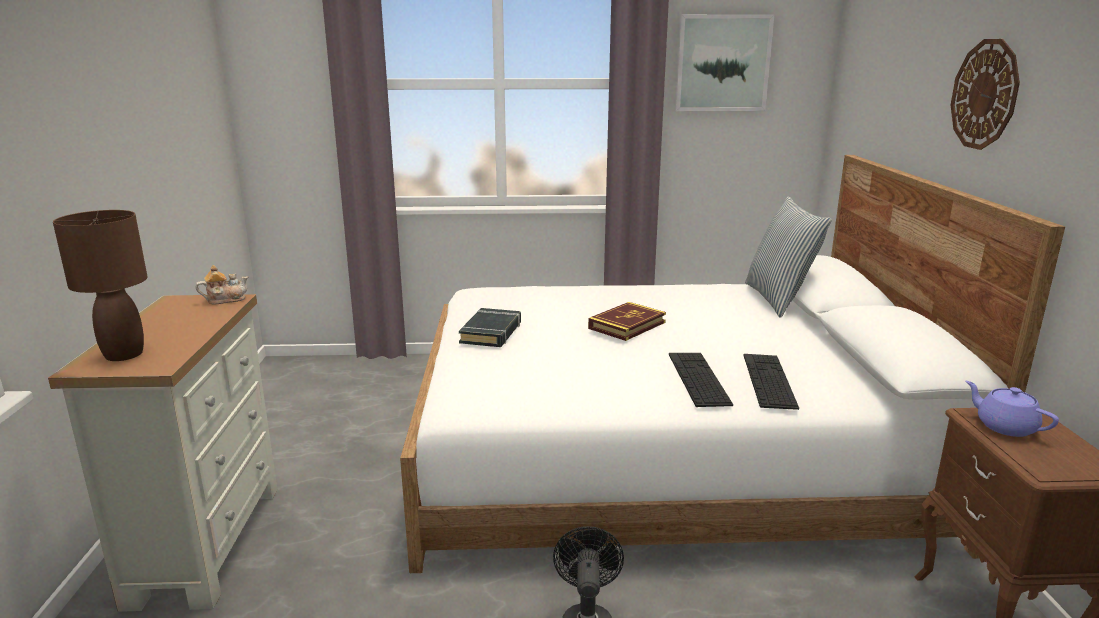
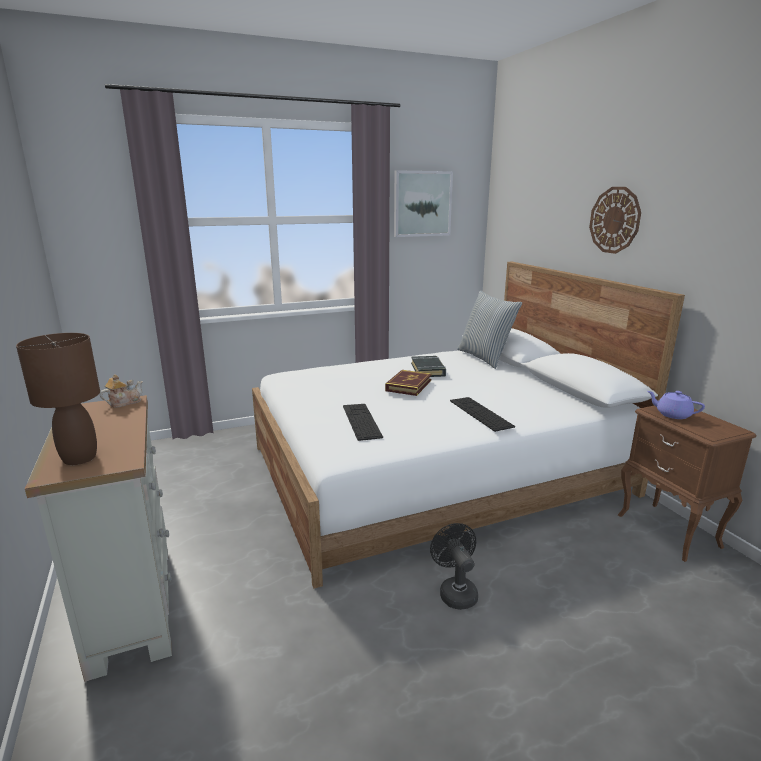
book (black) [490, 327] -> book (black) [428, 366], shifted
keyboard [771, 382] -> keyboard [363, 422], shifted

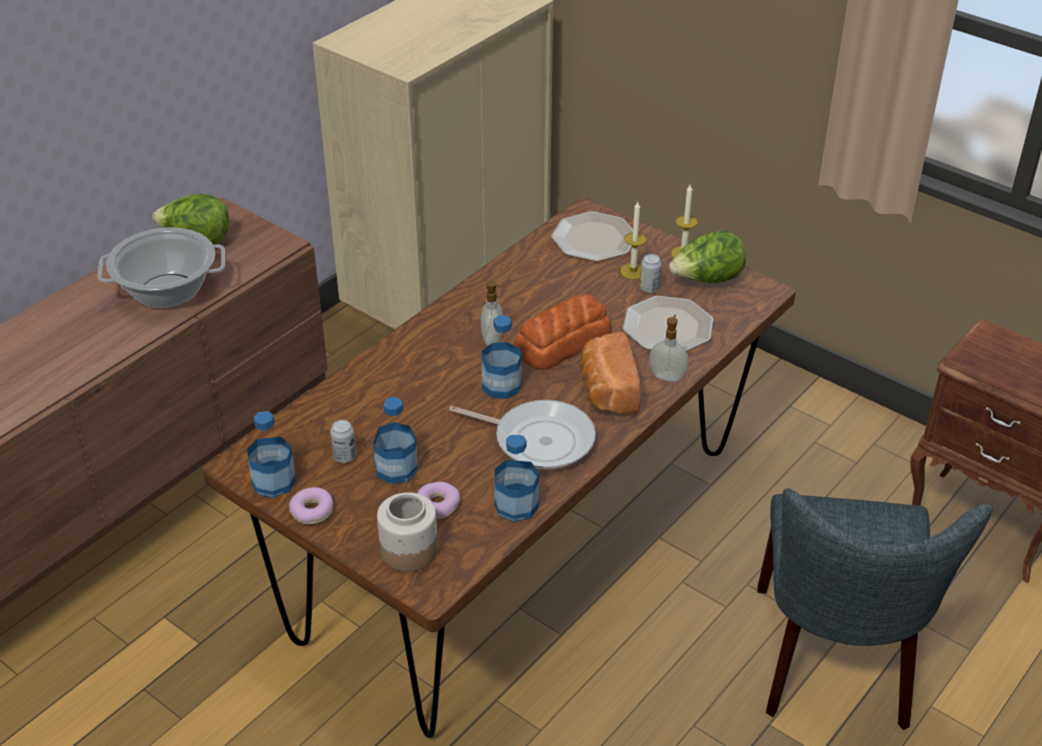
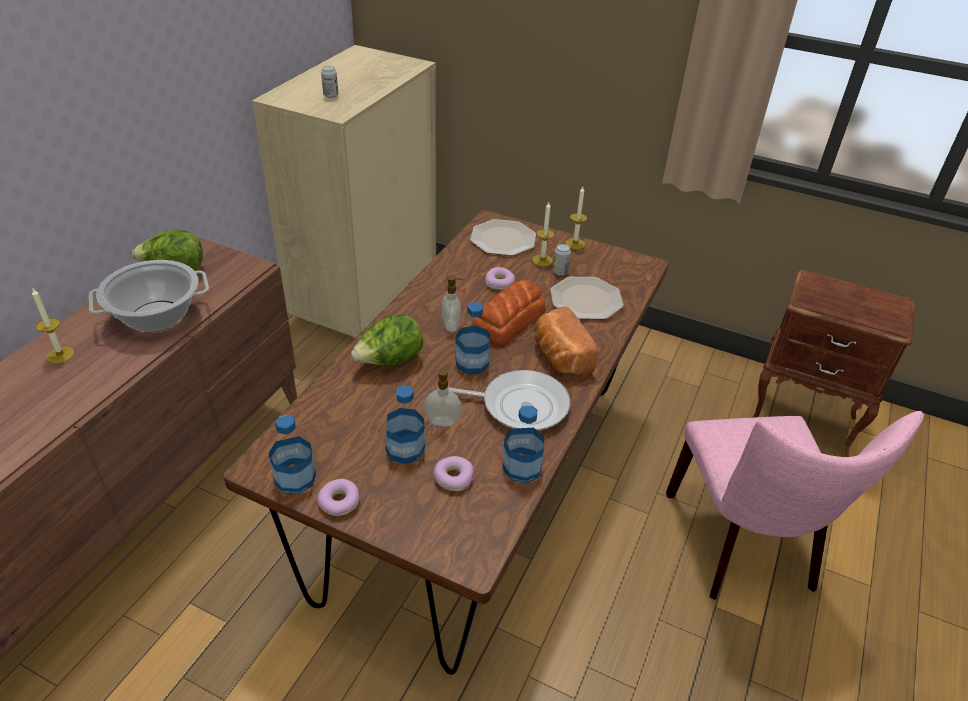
jar [407, 532] -> none
none -> candle [53, 326]
none -> donut [500, 278]
can [343, 441] -> can [329, 82], shifted
soap dispenser [669, 348] -> soap dispenser [443, 395], shifted
lettuce [707, 257] -> lettuce [387, 339], shifted
chair (grey) [875, 609] -> chair (pink) [795, 505]

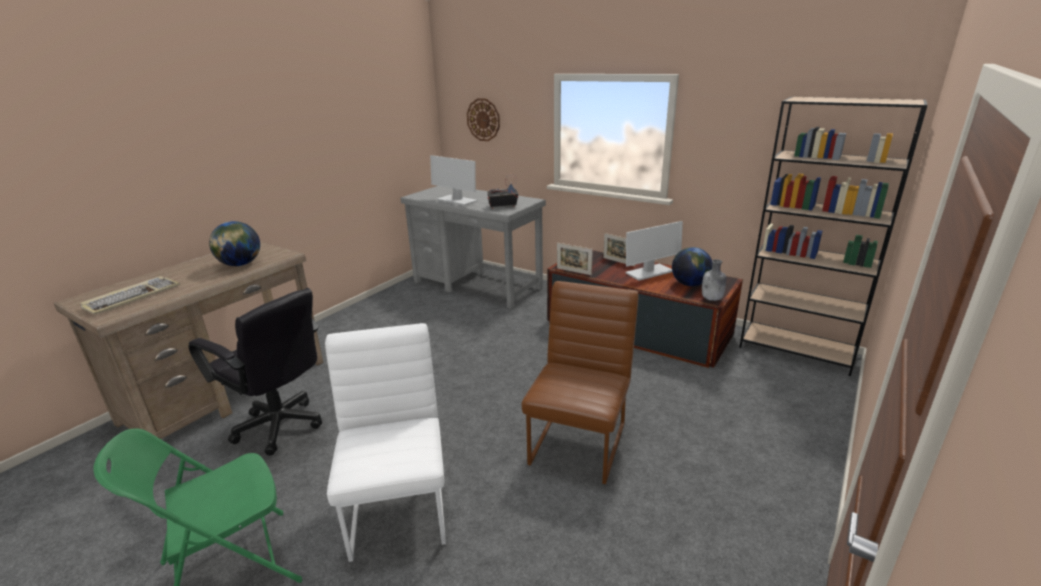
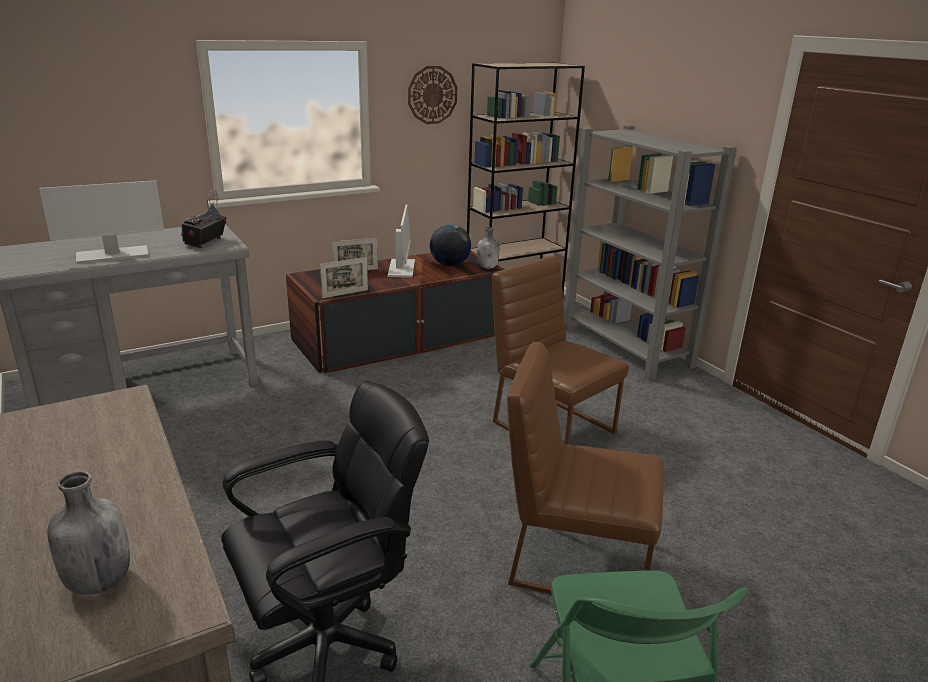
globe [234, 243] -> none
none -> bookcase (grey) [650, 253]
wall clock [483, 119] -> wall clock [432, 95], shifted
keyboard [130, 295] -> bottle (grey) [88, 533]
chair (white) [385, 442] -> chair (brown) [585, 468]

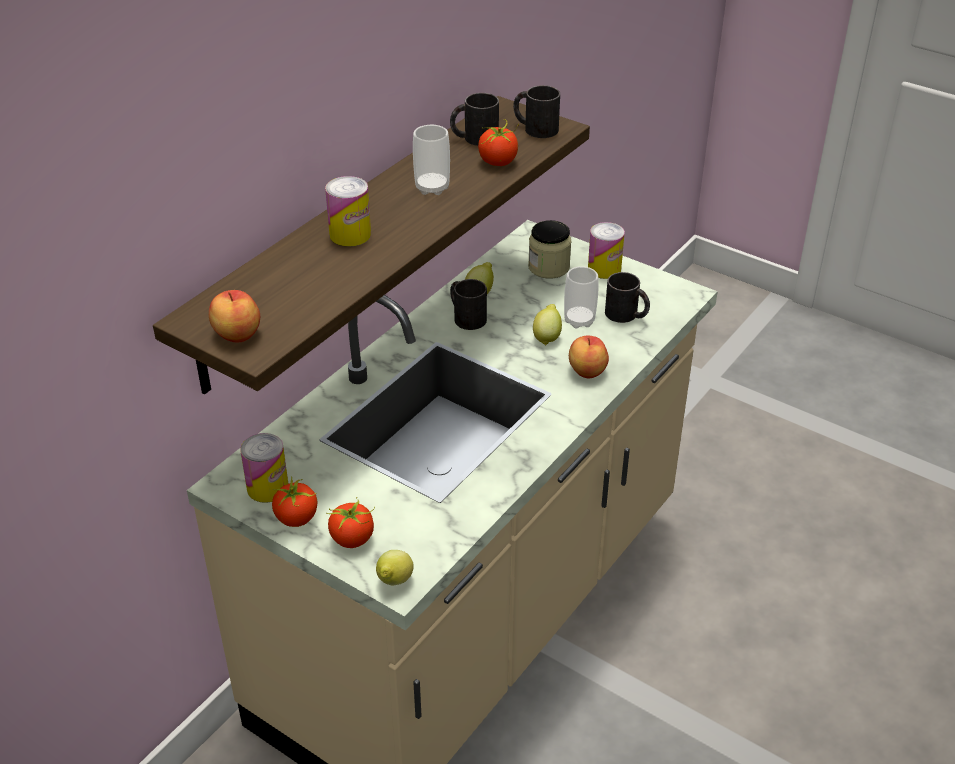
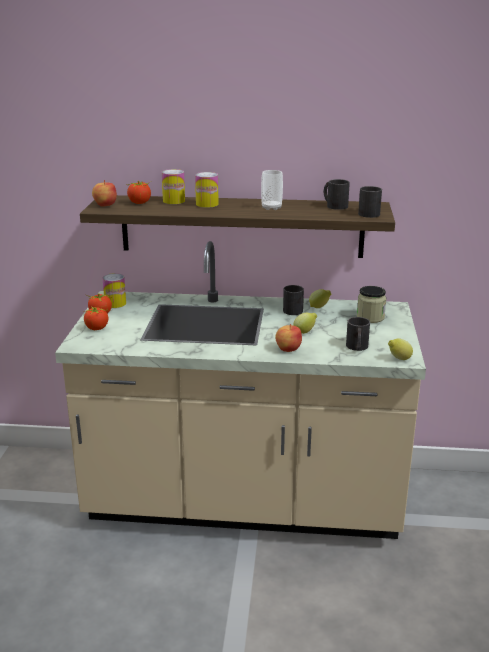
cup [581, 297] -> none
lemon [395, 567] -> lemon [400, 349], shifted
tomato [498, 142] -> tomato [139, 192], shifted
can [606, 250] -> can [173, 186], shifted

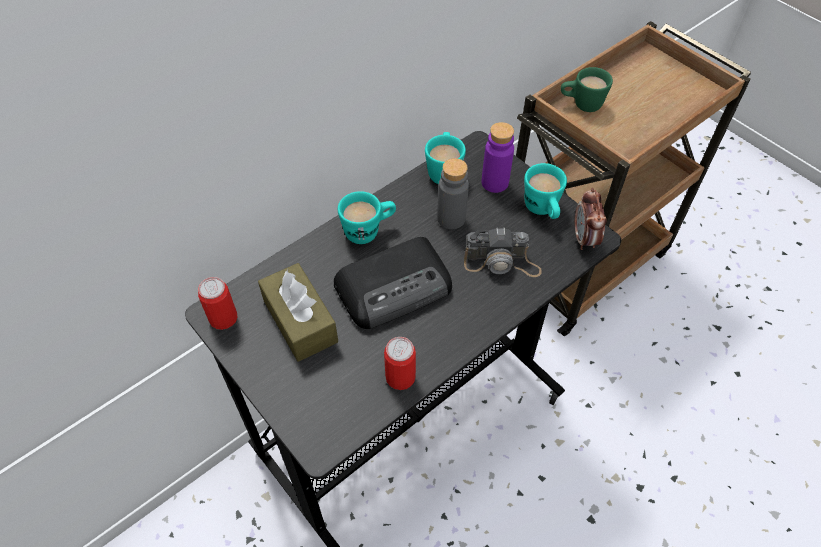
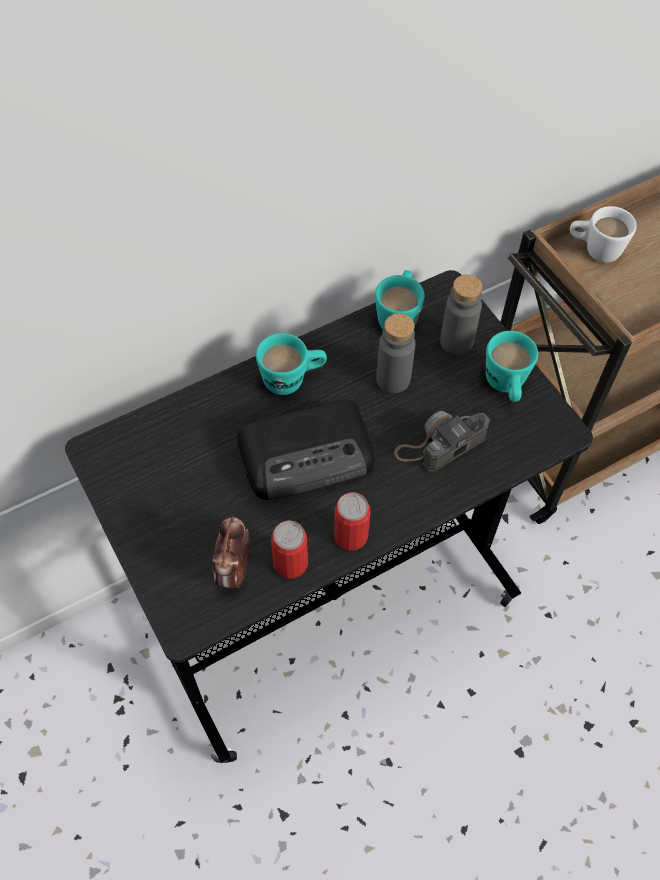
tissue box (brown) [298, 312] -> none
can [218, 303] -> can [352, 521], shifted
alarm clock [590, 219] -> alarm clock [231, 552], shifted
bottle (purple) [497, 157] -> bottle (grey) [461, 315]
mug (green) [587, 89] -> mug (white) [603, 234]
photo camera [503, 252] -> photo camera [442, 441], 135 degrees clockwise

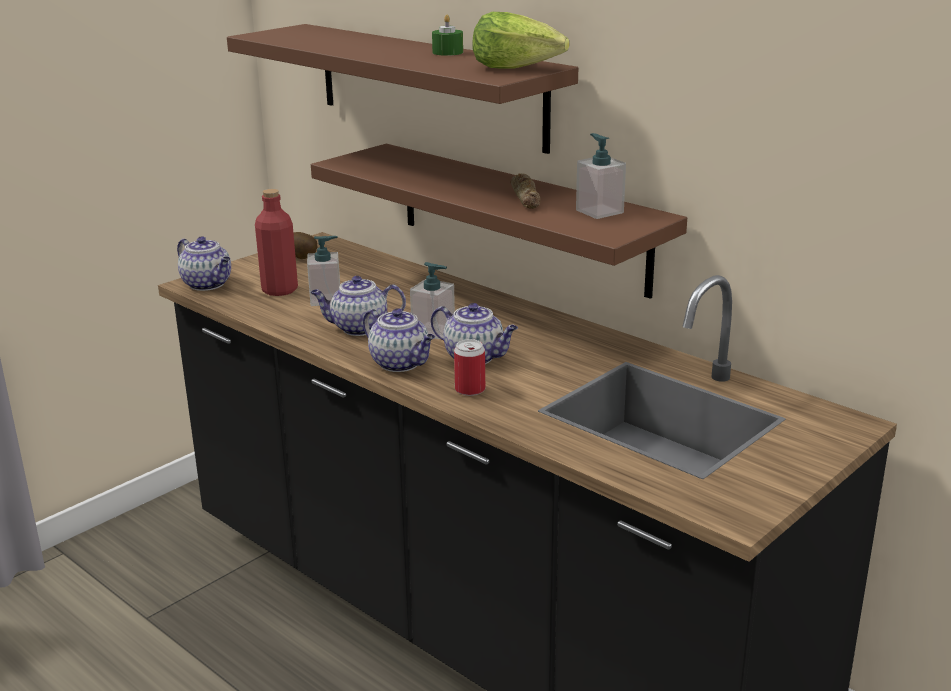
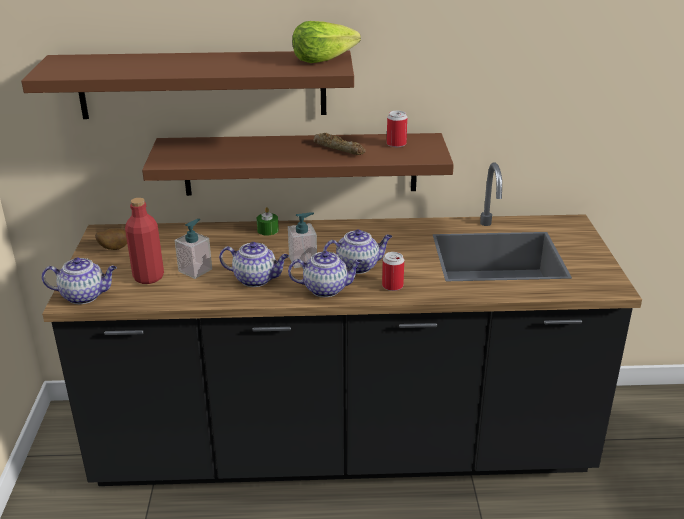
candle (green) [447, 35] -> candle (green) [268, 221], shifted
soap dispenser [601, 176] -> can [397, 129]
teapot [358, 306] -> teapot [254, 264], 120 degrees counterclockwise

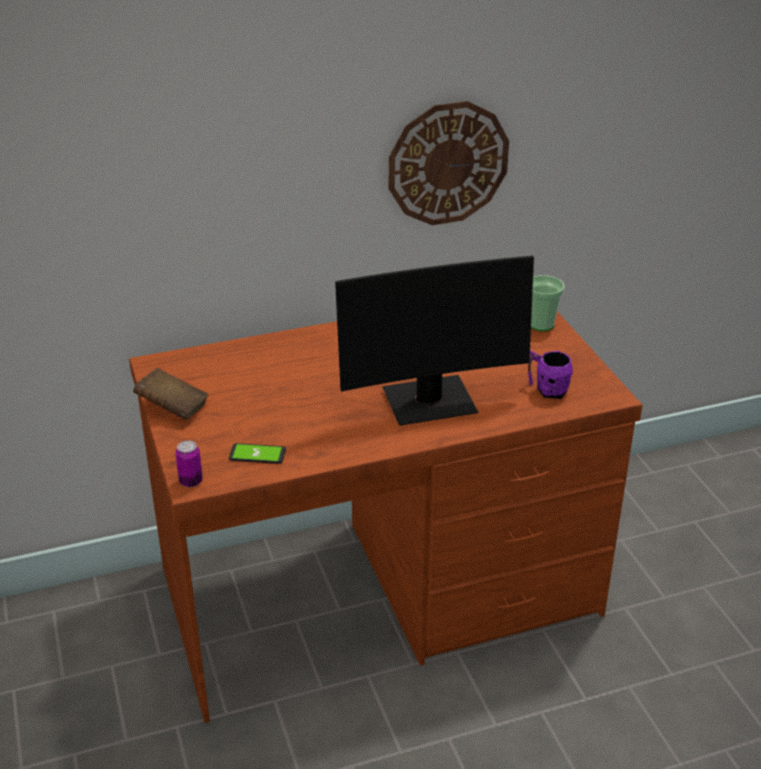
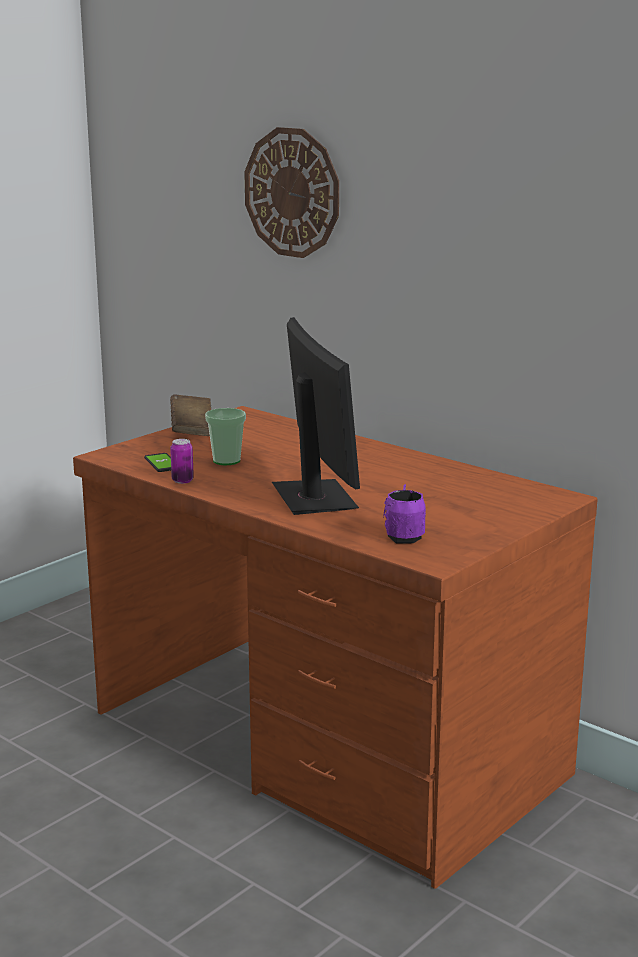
can [189, 463] -> can [182, 461], shifted
wall clock [449, 163] -> wall clock [291, 192], shifted
cup [548, 303] -> cup [225, 436], shifted
monitor [434, 341] -> monitor [316, 416], 150 degrees counterclockwise

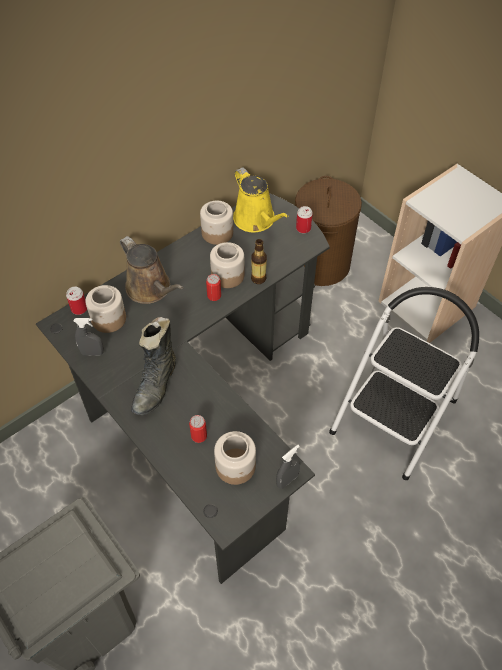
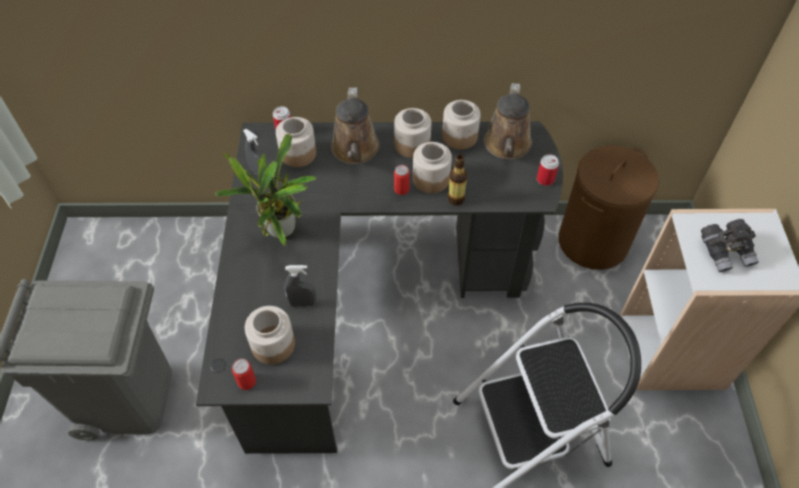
none -> jar [412, 133]
none -> binoculars (grey) [730, 245]
can [198, 429] -> can [244, 374], shifted
spray bottle (grey) [288, 467] -> spray bottle (grey) [300, 286], shifted
boot (black) [153, 366] -> potted plant [265, 190]
watering can (yellow) [261, 200] -> watering can (brown) [508, 121]

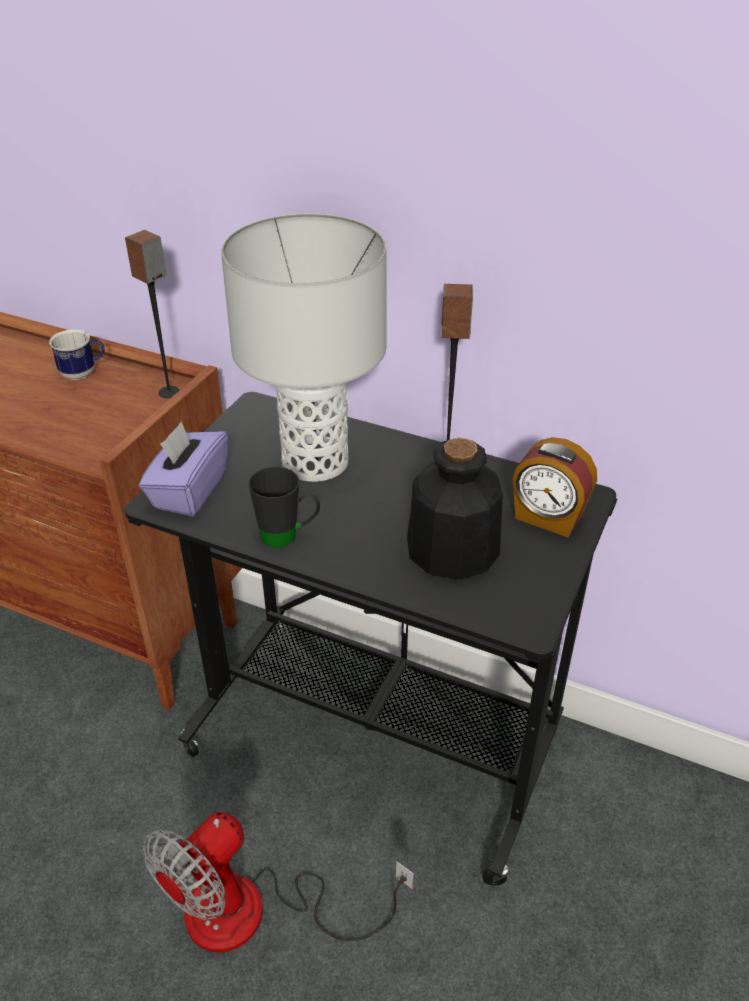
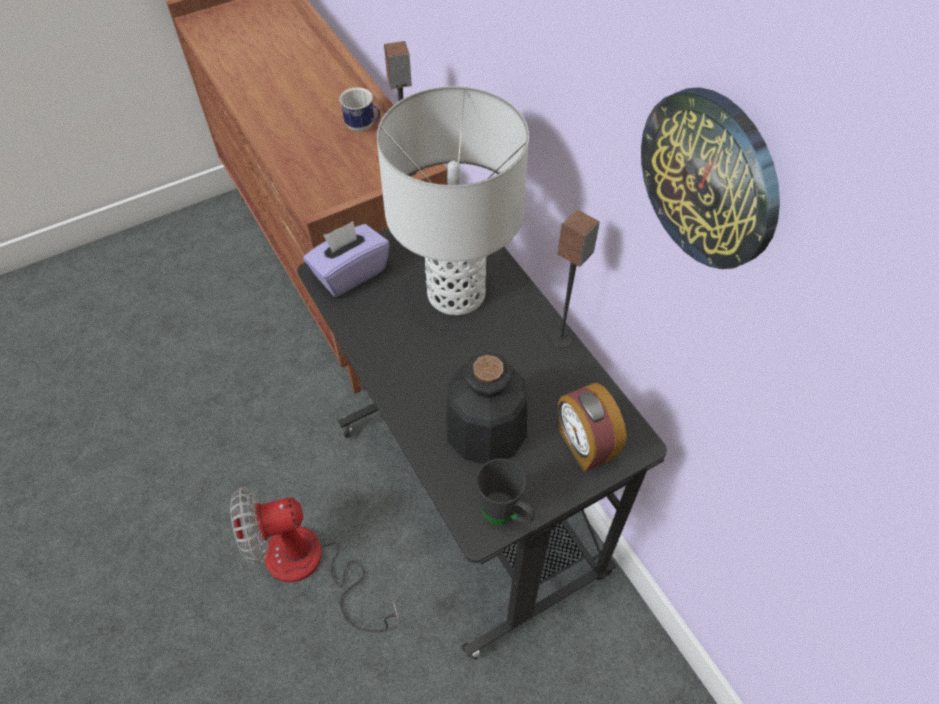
none -> wall clock [710, 178]
mug (black) [284, 507] -> mug (black) [505, 492], shifted

